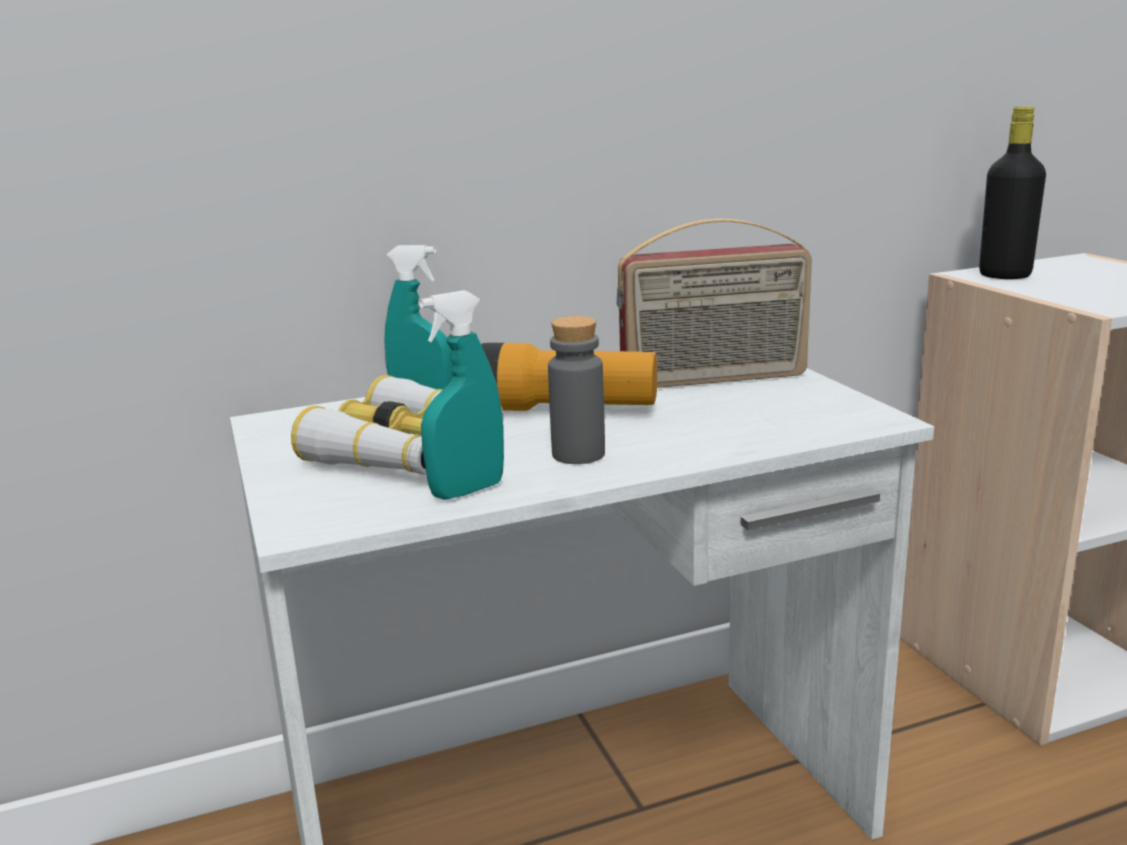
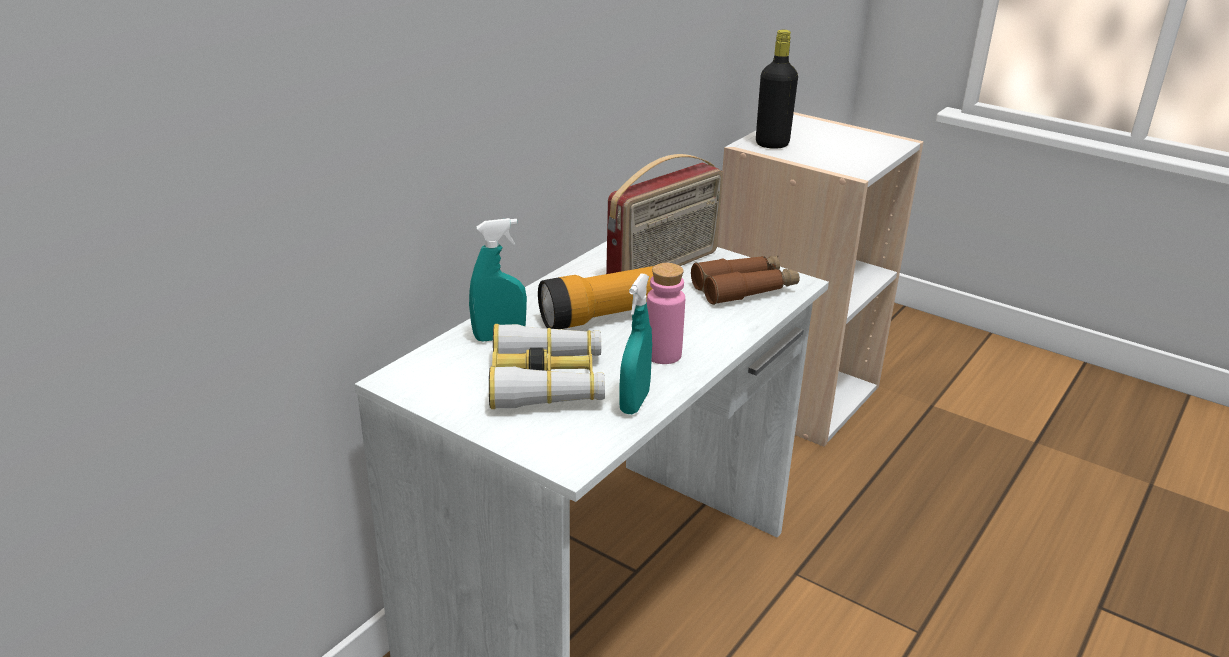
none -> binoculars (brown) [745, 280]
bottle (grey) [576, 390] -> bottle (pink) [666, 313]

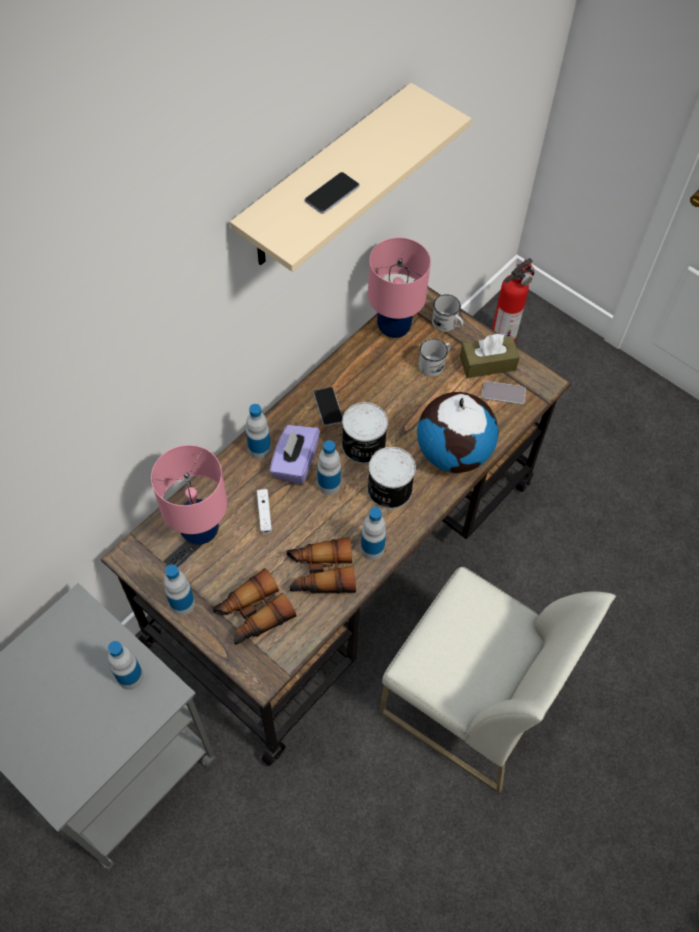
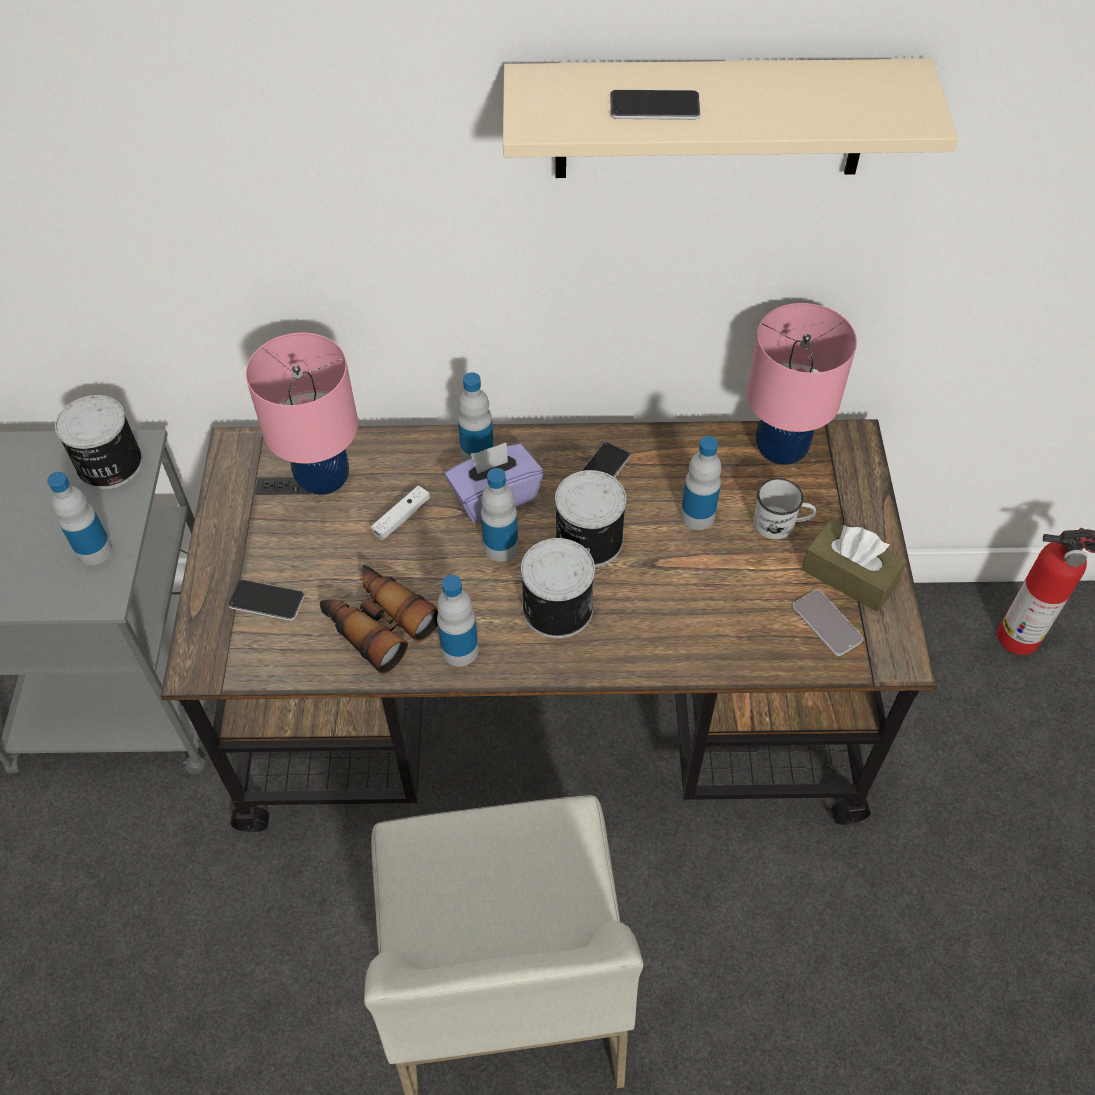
globe [457, 432] -> none
mug (white) [448, 313] -> none
none -> can [99, 442]
bottle [179, 590] -> bottle [701, 483], shifted
binoculars [254, 606] -> phone [266, 600]

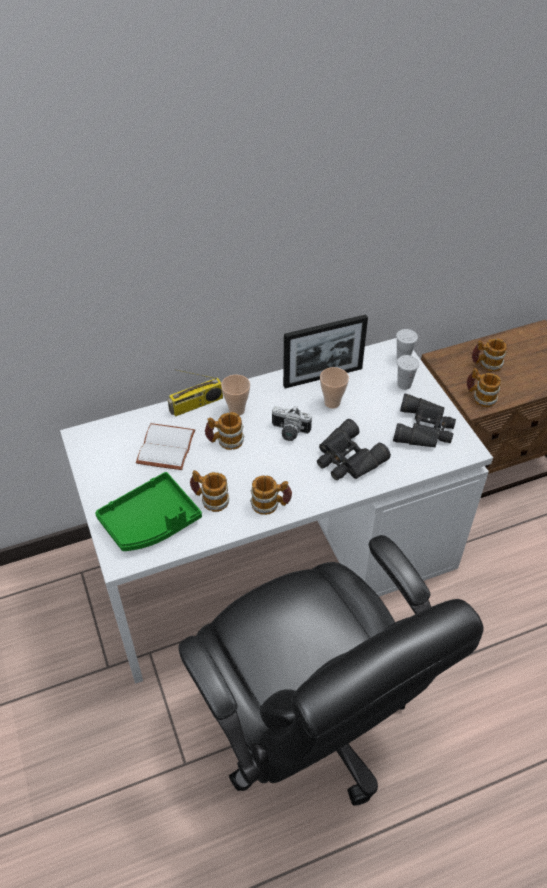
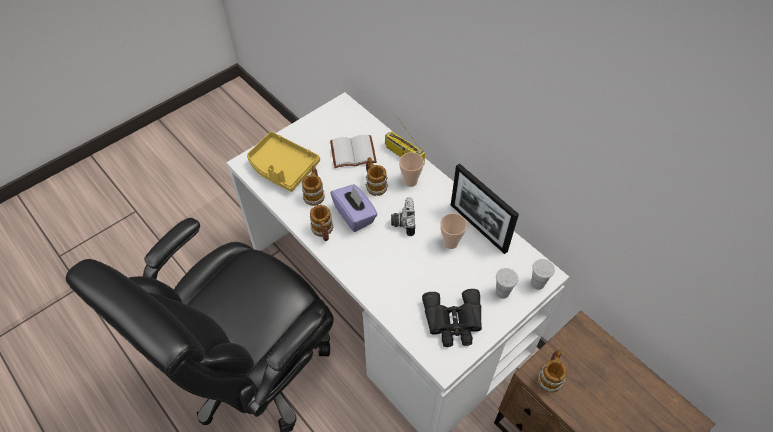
binoculars (black) [354, 449] -> none
mug [489, 354] -> none
none -> tissue box (purple) [354, 208]
tray (green) [148, 511] -> tray (yellow) [283, 161]

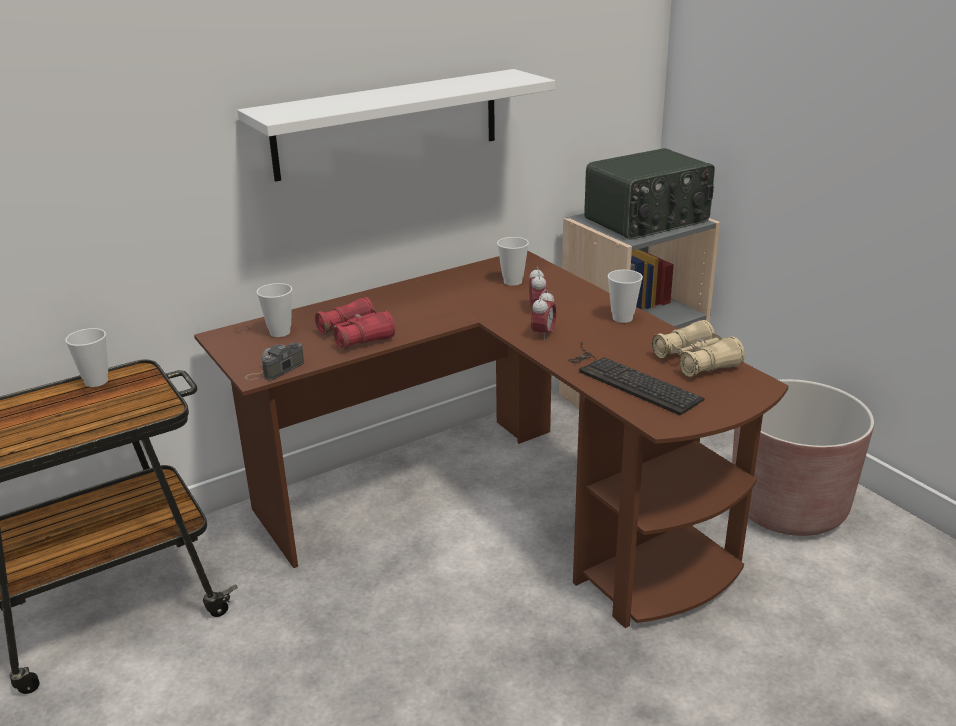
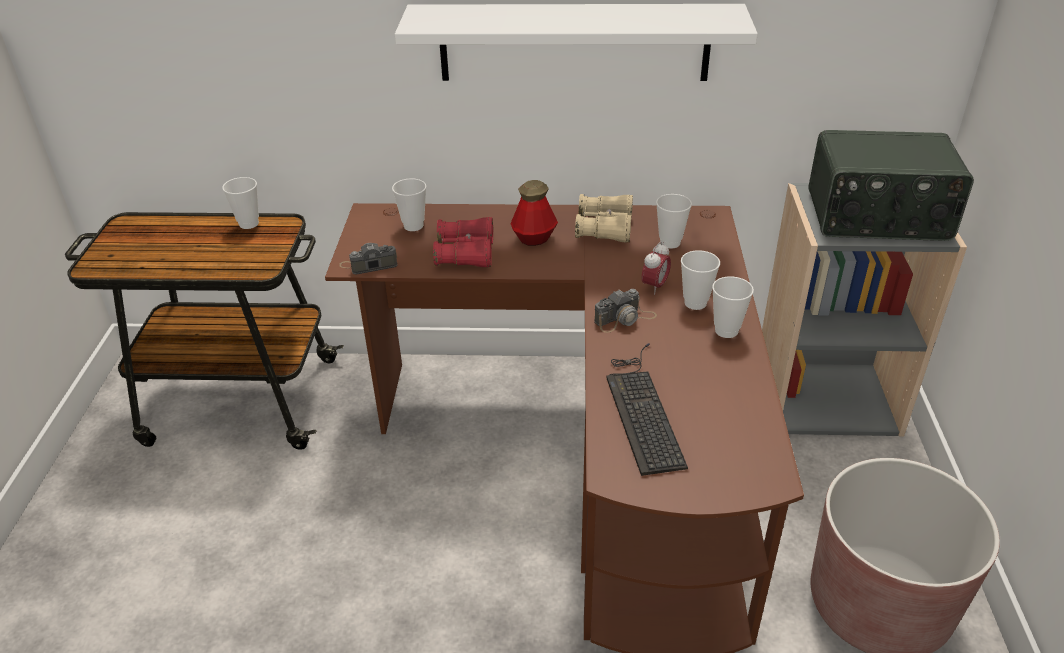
none -> bottle [534, 213]
none -> cup [700, 280]
binoculars (beige) [698, 348] -> binoculars (beige) [604, 218], shifted
alarm clock [544, 315] -> photo camera [625, 311]

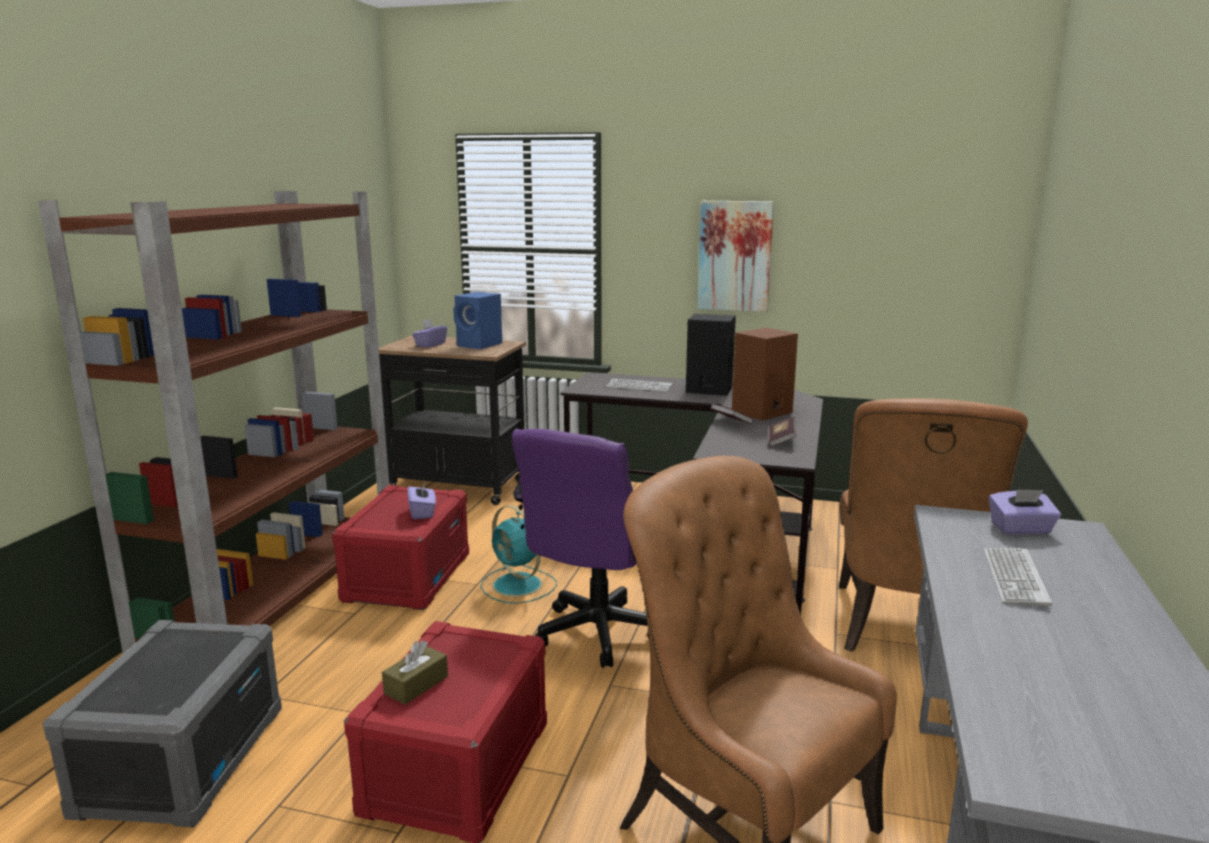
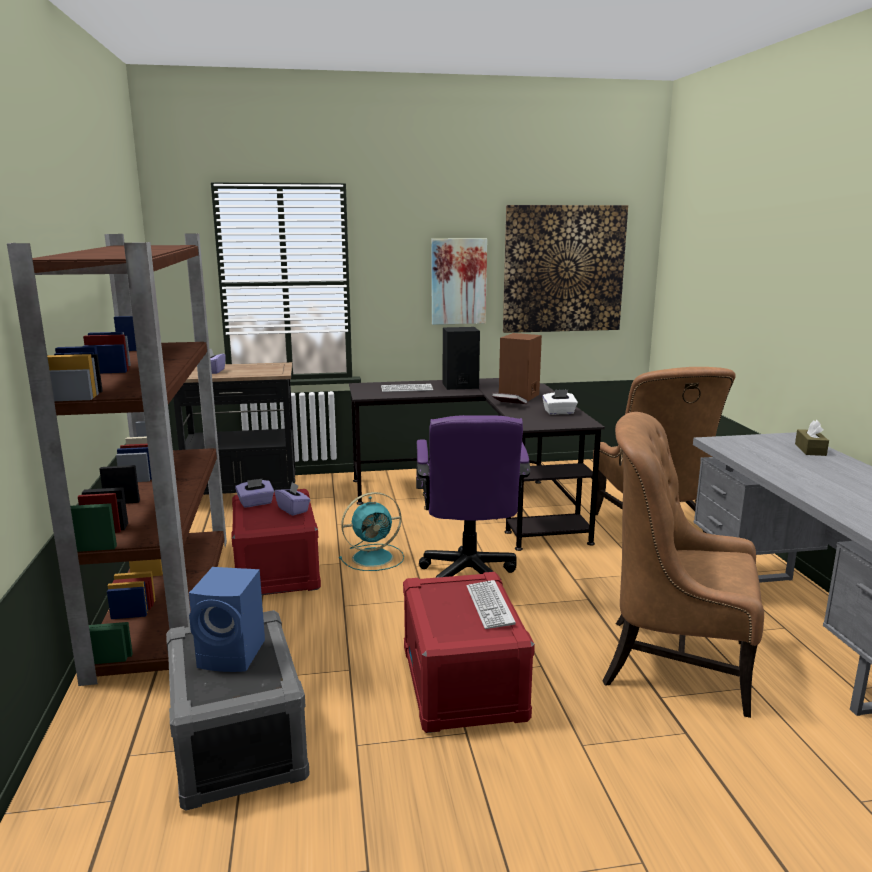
none -> picture [565, 269]
tissue box (brown) [415, 672] -> tissue box (brown) [812, 438], shifted
speaker (blue) [477, 320] -> speaker (blue) [227, 619], shifted
keyboard [1018, 577] -> keyboard [491, 604], shifted
tissue box (purple) [1025, 511] -> tissue box (purple) [254, 493], shifted
book [783, 432] -> tissue box (white) [560, 402]
fan (turquoise) [519, 554] -> fan (turquoise) [371, 531], 45 degrees counterclockwise

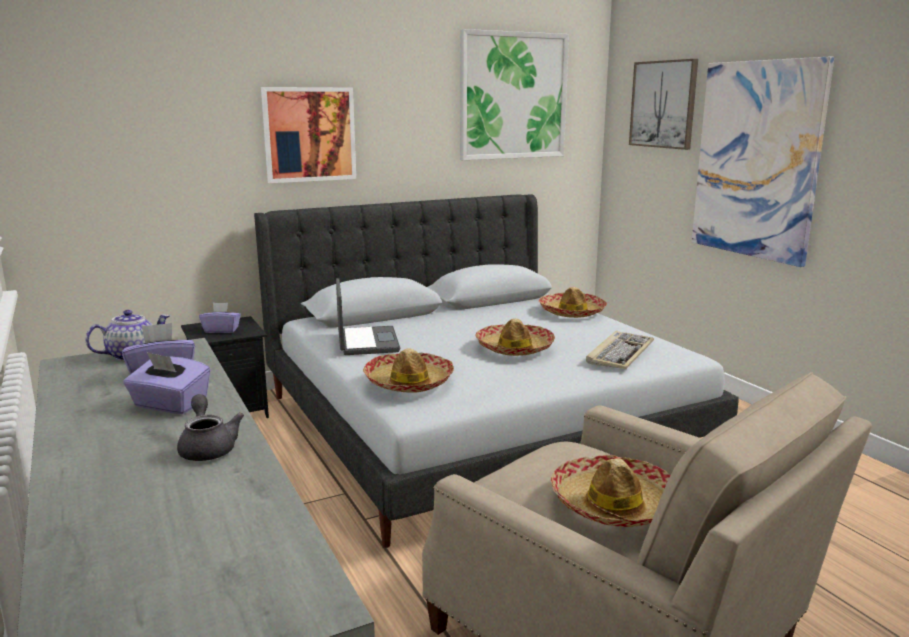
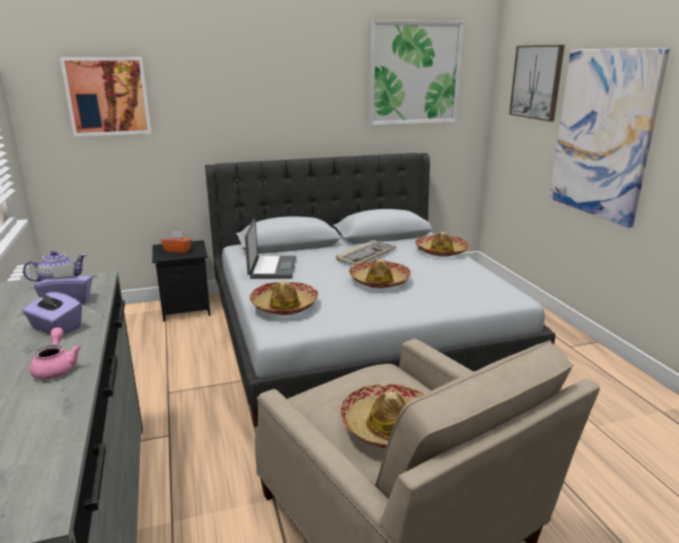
picture [308, 135] -> picture [105, 97], shifted
keyboard [620, 350] -> keyboard [366, 252], shifted
teapot (grey) [210, 427] -> teapot (pink) [56, 354]
tissue box (purple) [220, 318] -> tissue box (orange) [176, 242]

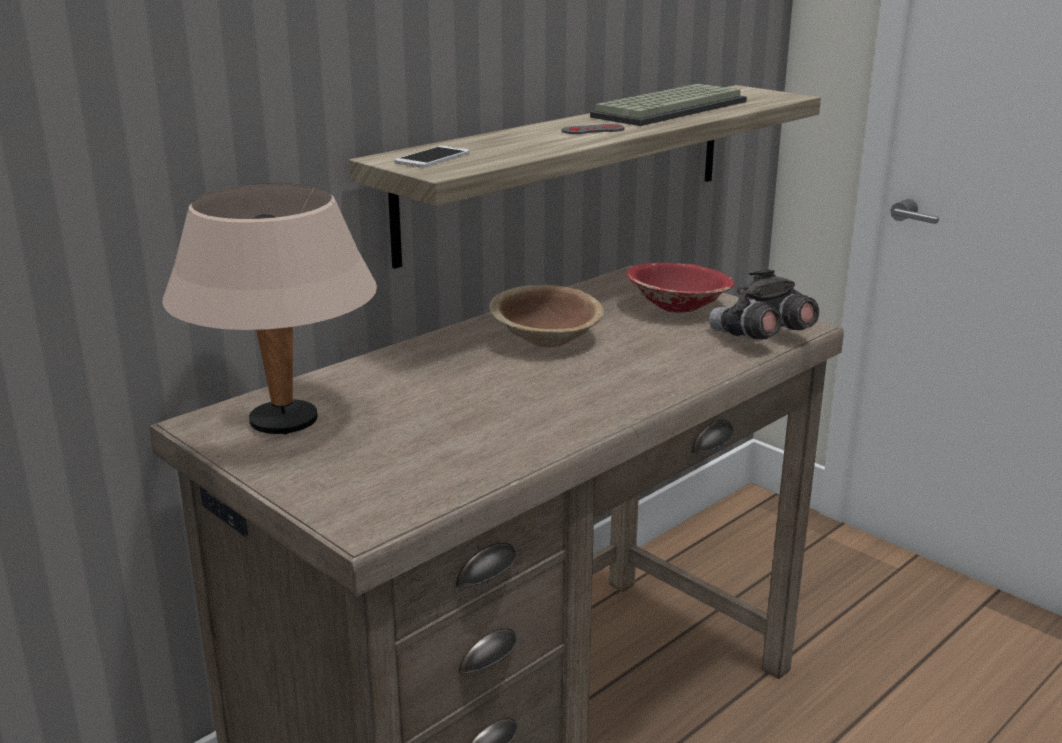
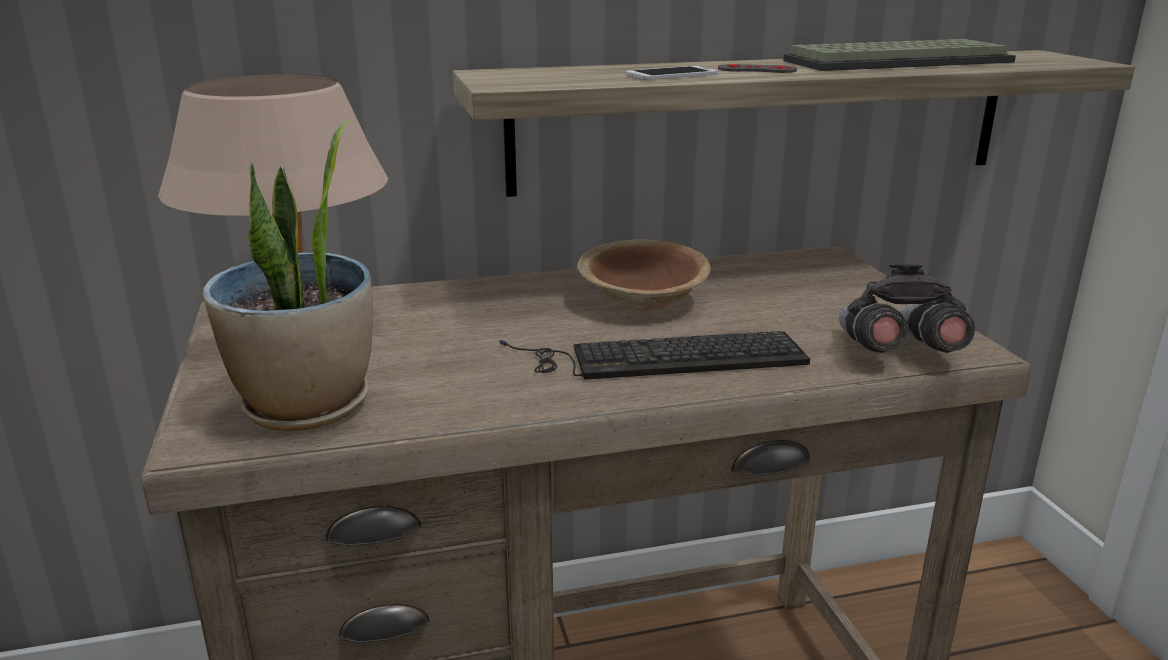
bowl (red) [680, 288] -> none
none -> potted plant [287, 275]
none -> keyboard [654, 355]
phone [432, 157] -> phone [671, 73], shifted

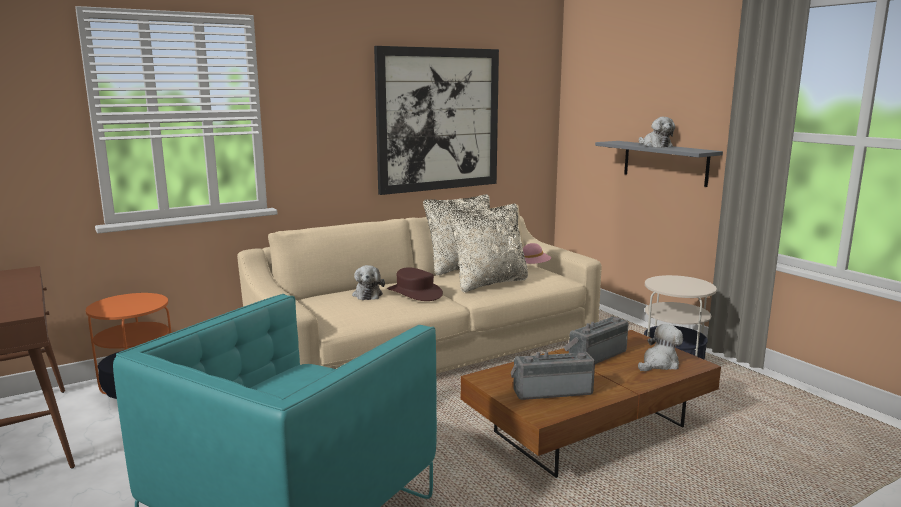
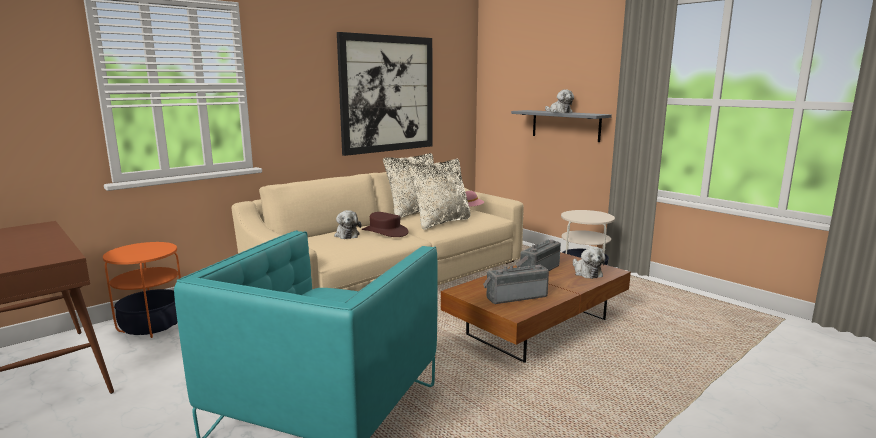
plush toy [660, 347] -> plush toy [589, 263], 120 degrees clockwise

